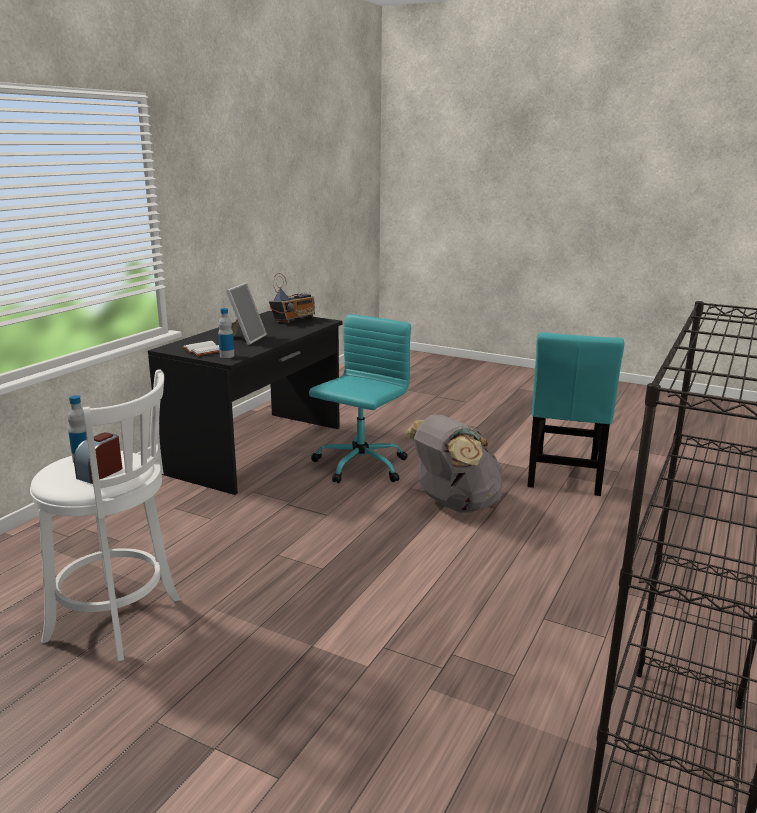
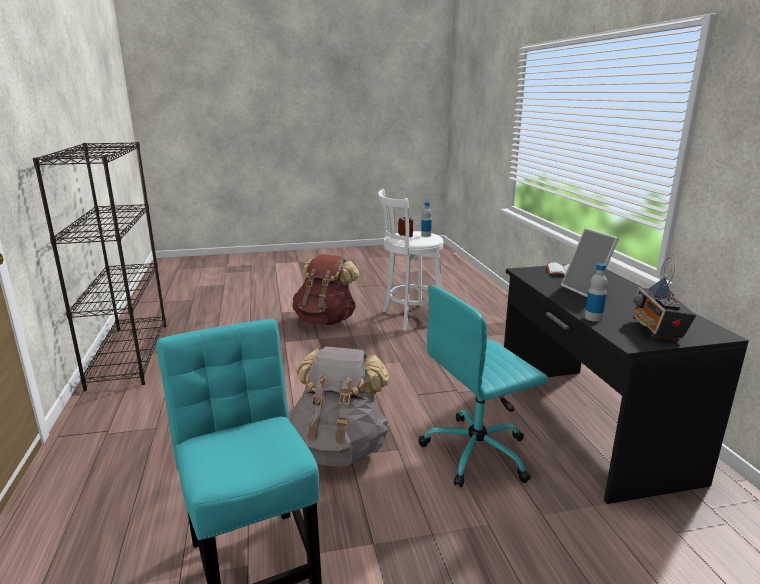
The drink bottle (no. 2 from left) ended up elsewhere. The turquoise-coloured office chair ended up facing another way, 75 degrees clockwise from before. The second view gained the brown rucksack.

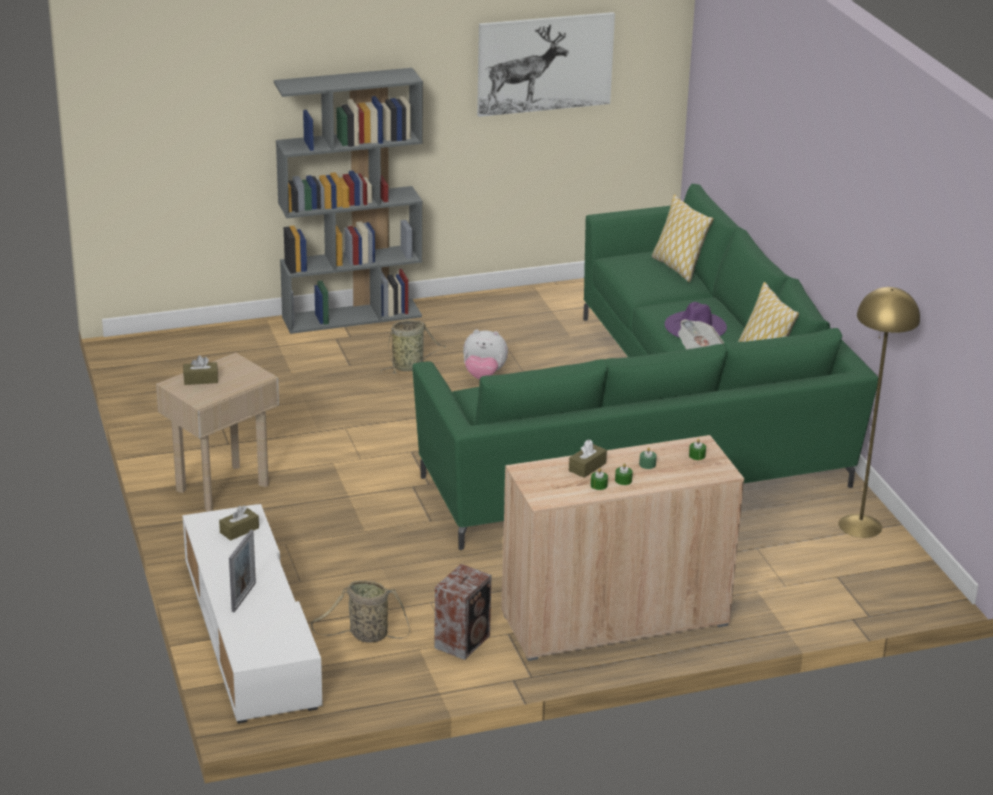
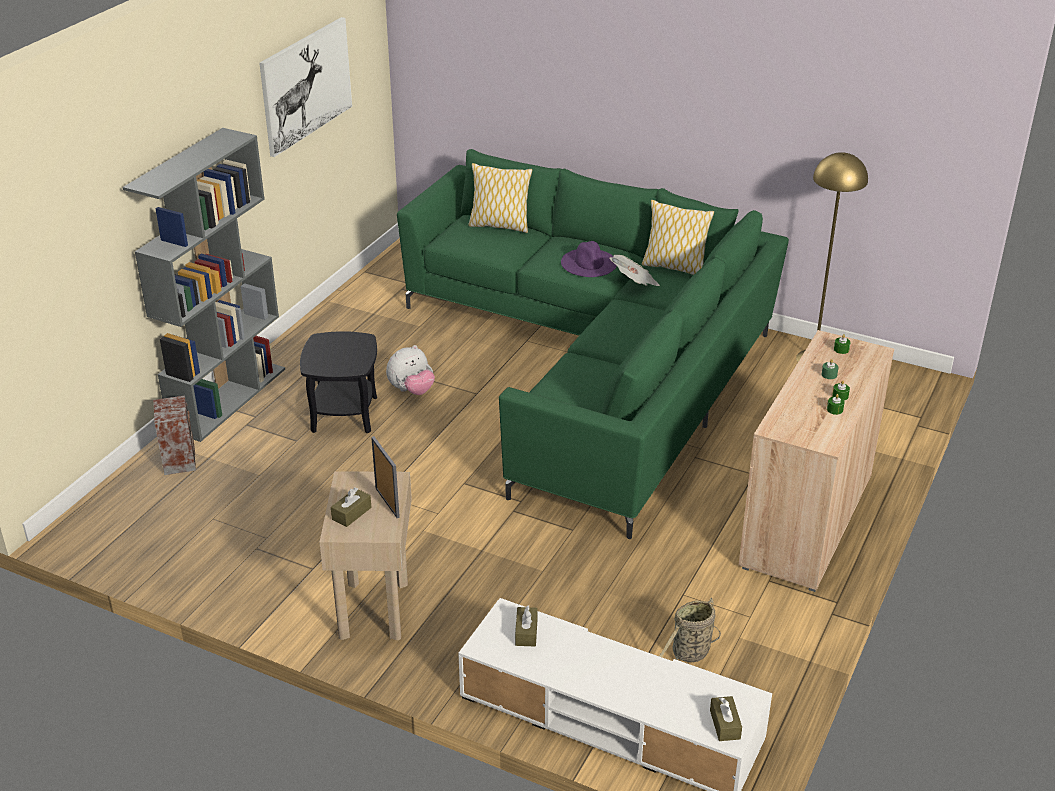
The photo frame ended up elsewhere. Where the storage basket (no. 2 from left) stood, the black-coloured side table came to stand. The audio speaker ended up elsewhere. The brown tissue box (no. 3 from left) ended up elsewhere.

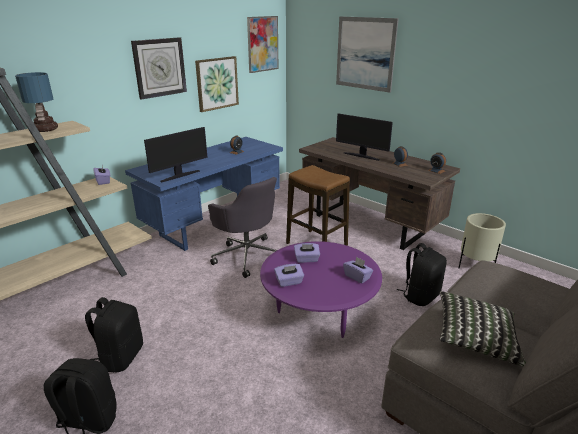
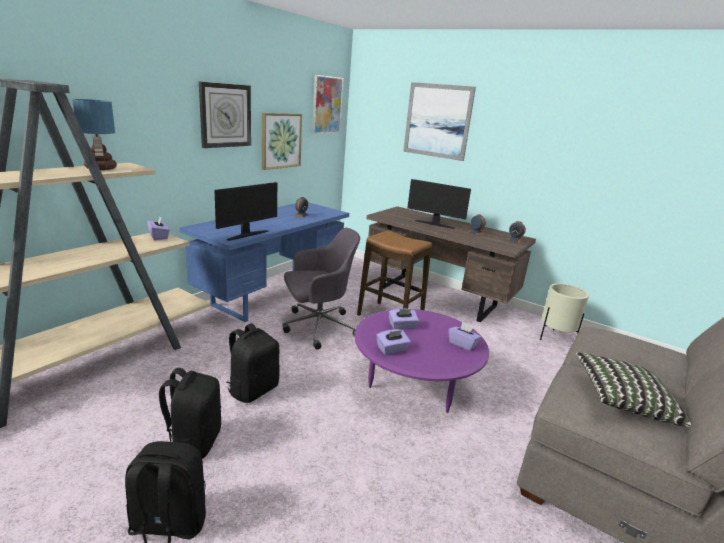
The greyish office chair ended up facing another way, 60 degrees counterclockwise from before. The black-coloured rucksack (no. 3 from left) ended up elsewhere.

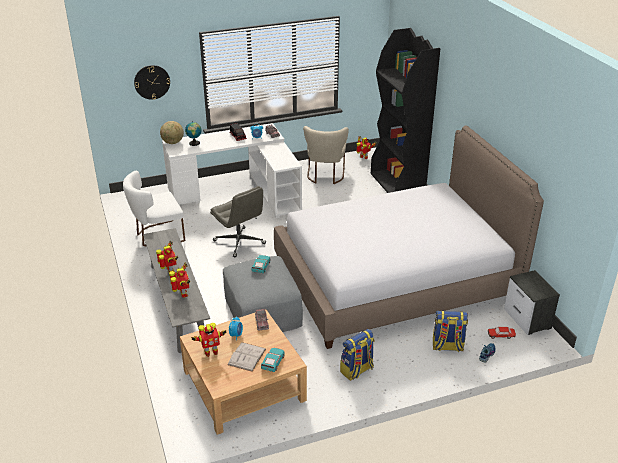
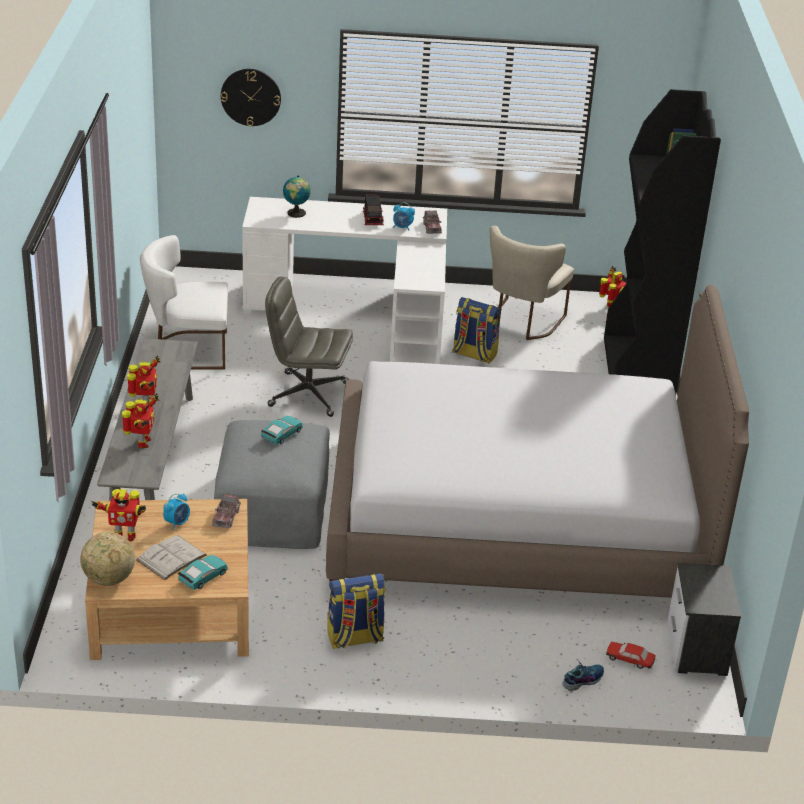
The globe (no. 1 from left) ended up elsewhere. The greyish office chair ended up facing another way, 120 degrees clockwise from before. The rucksack (no. 2 from left) ended up elsewhere.

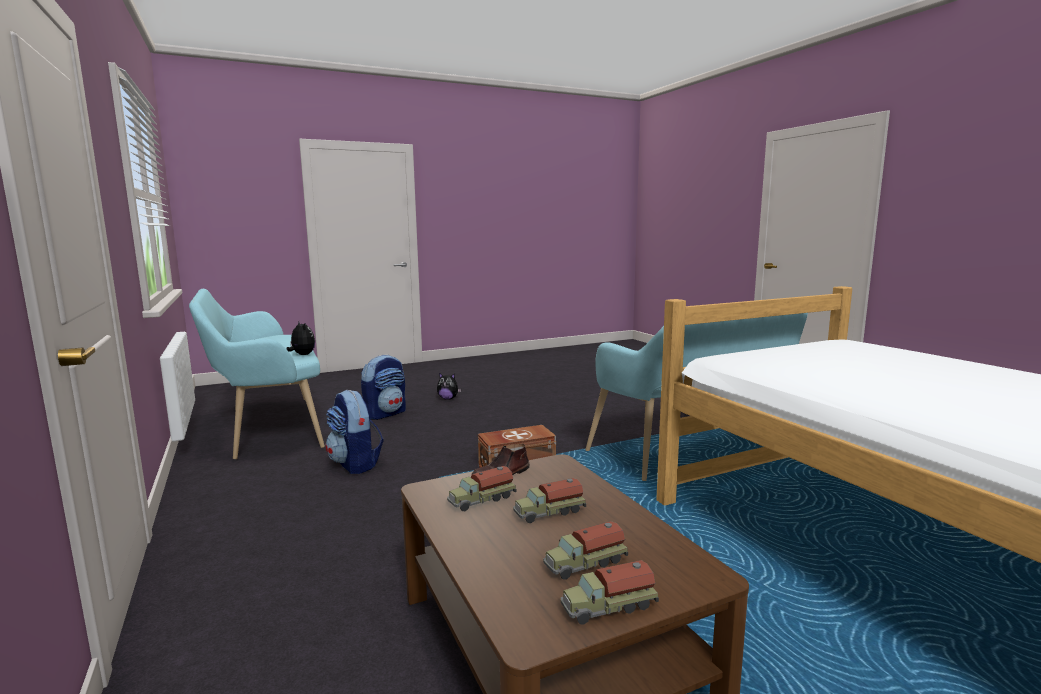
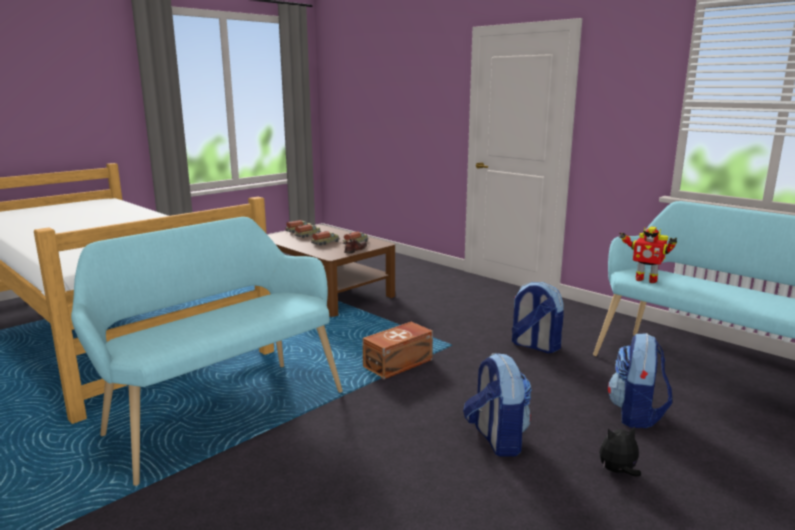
Where the soft toy (no. 1 from left) stood, the toy robot came to stand. The second view gained the rucksack (no. 1 from left).

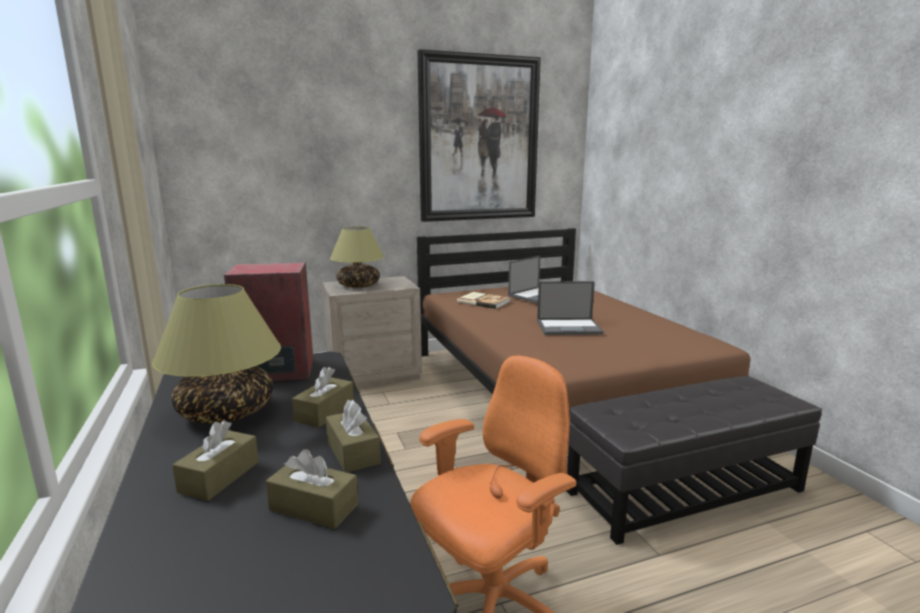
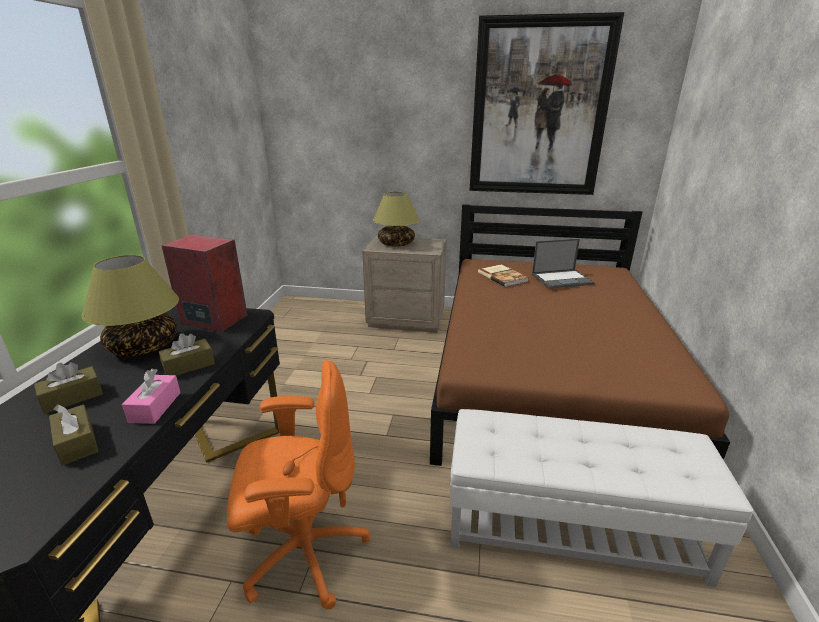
What was the brown tissue box (no. 4 from left) turned into the pinkish tissue box. The second view lost the laptop (no. 2 from left). What was the black-coloured footrest turned into the white-coloured footrest.

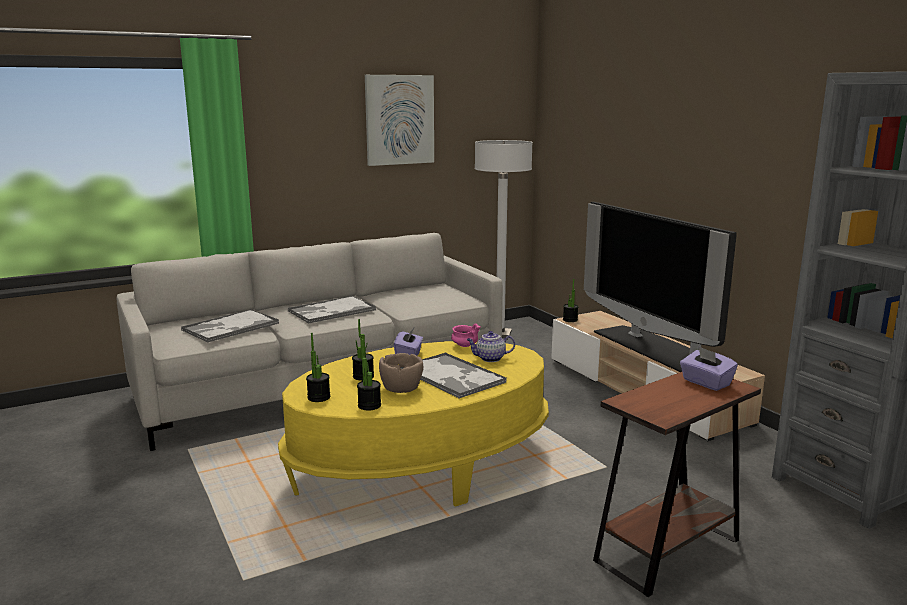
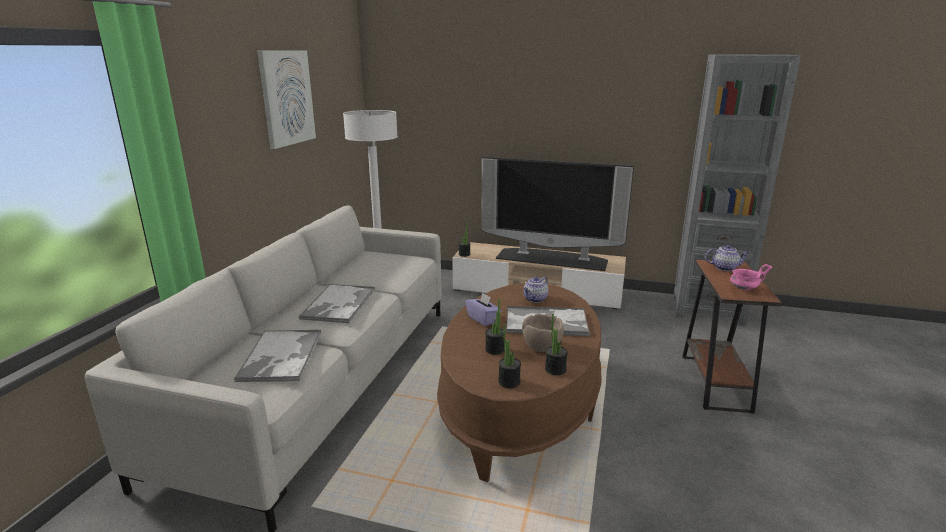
What was the yellow coffee table turned into the brown coffee table. The pinkish bowl ended up elsewhere. Where the purplish tissue box (no. 2 from left) stood, the teapot (no. 2 from left) came to stand.

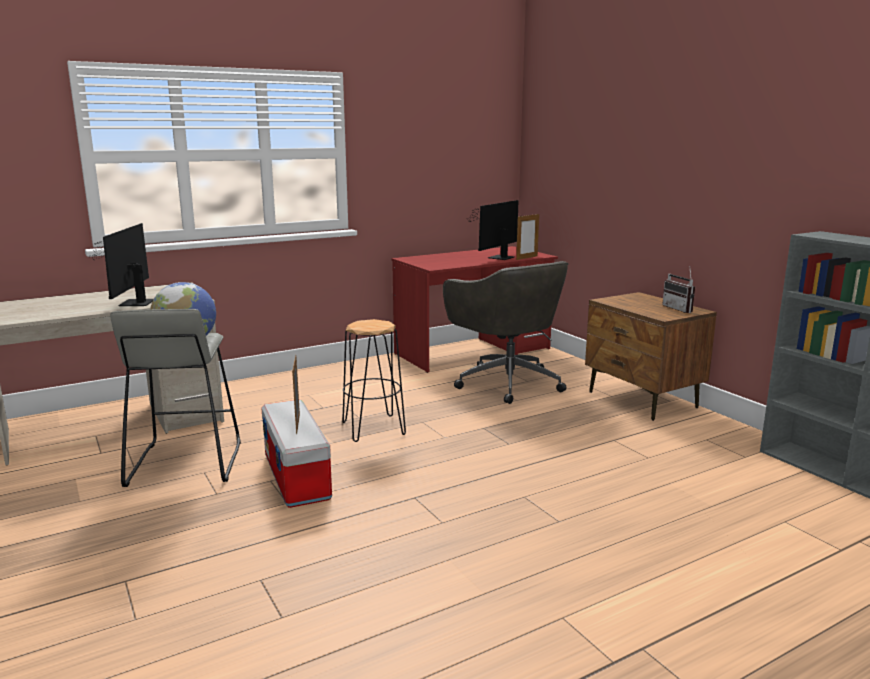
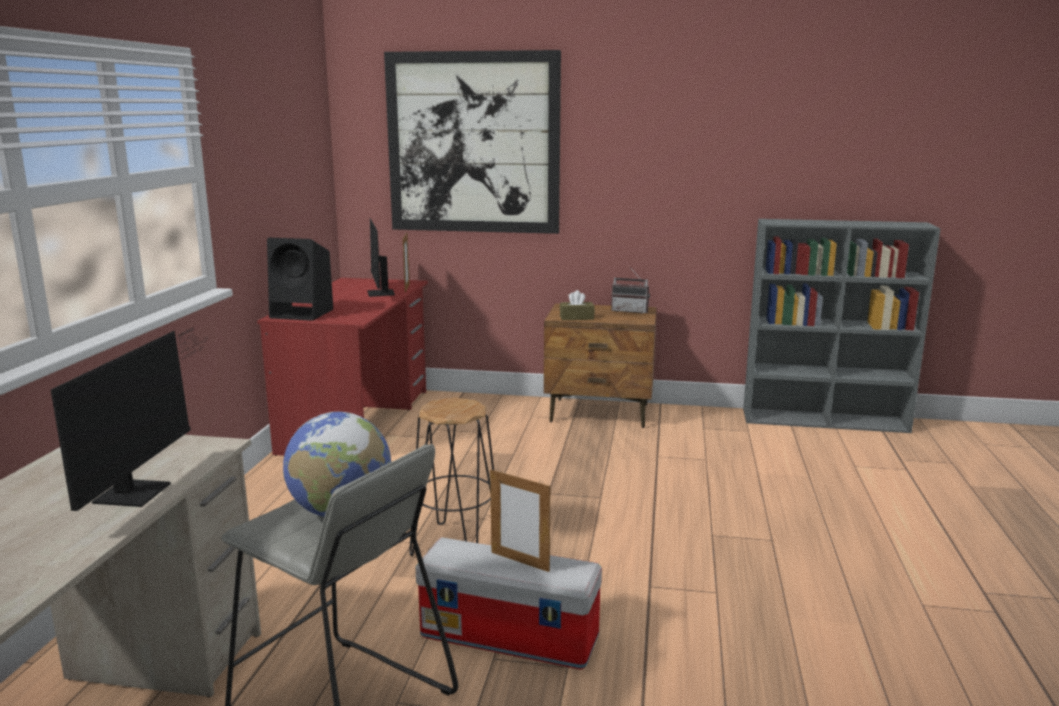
The computer screen (no. 1 from left) ended up facing another way, 120 degrees counterclockwise from before. The second view lost the greyish office chair. The second view gained the black-coloured audio speaker. The second view gained the picture. The second view gained the brown tissue box.

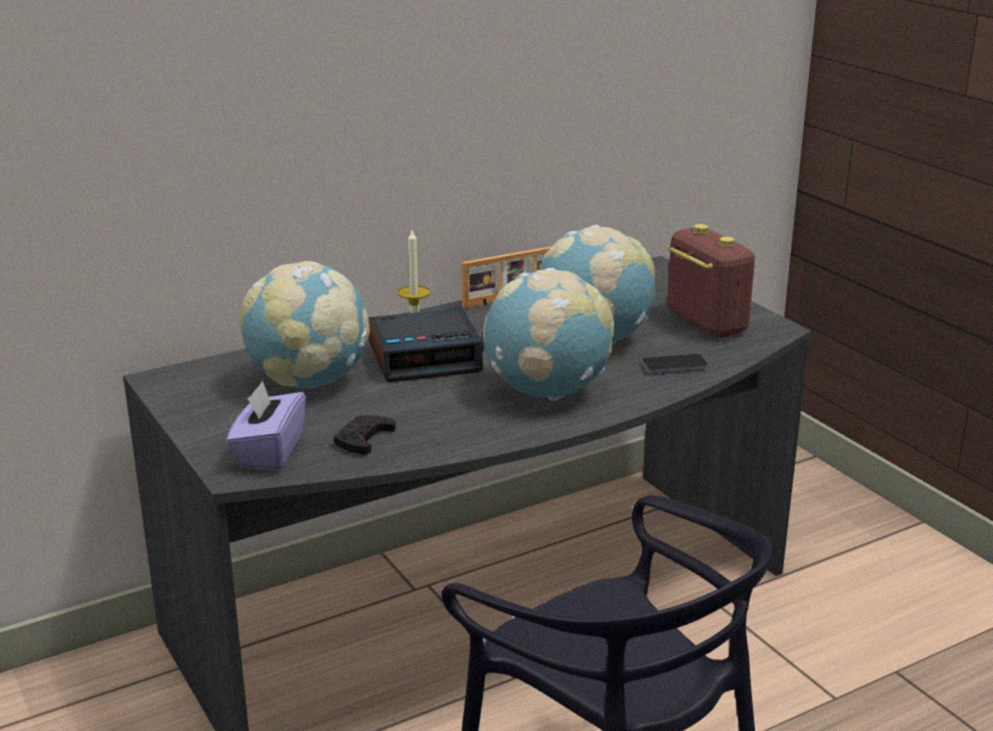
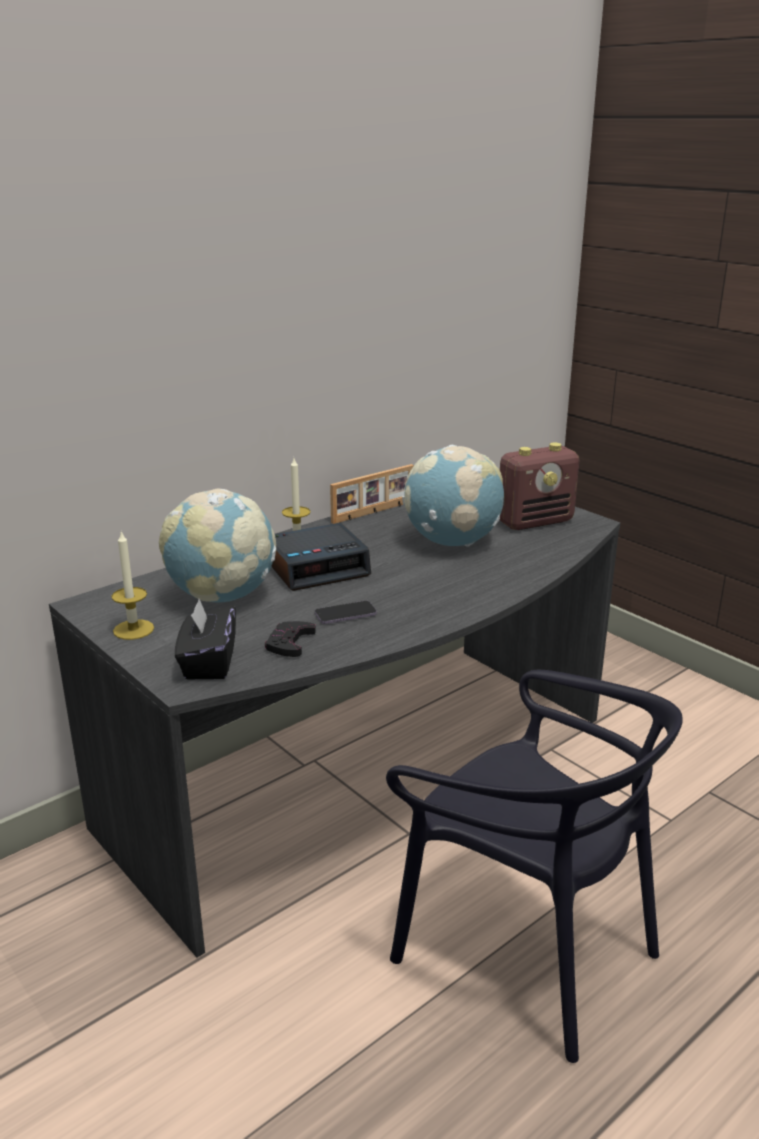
What was the purplish tissue box turned into the black-coloured tissue box. The second view lost the globe (no. 2 from left). The telephone ended up elsewhere. The radio ended up facing another way, 105 degrees clockwise from before. The second view gained the candle (no. 1 from left).

